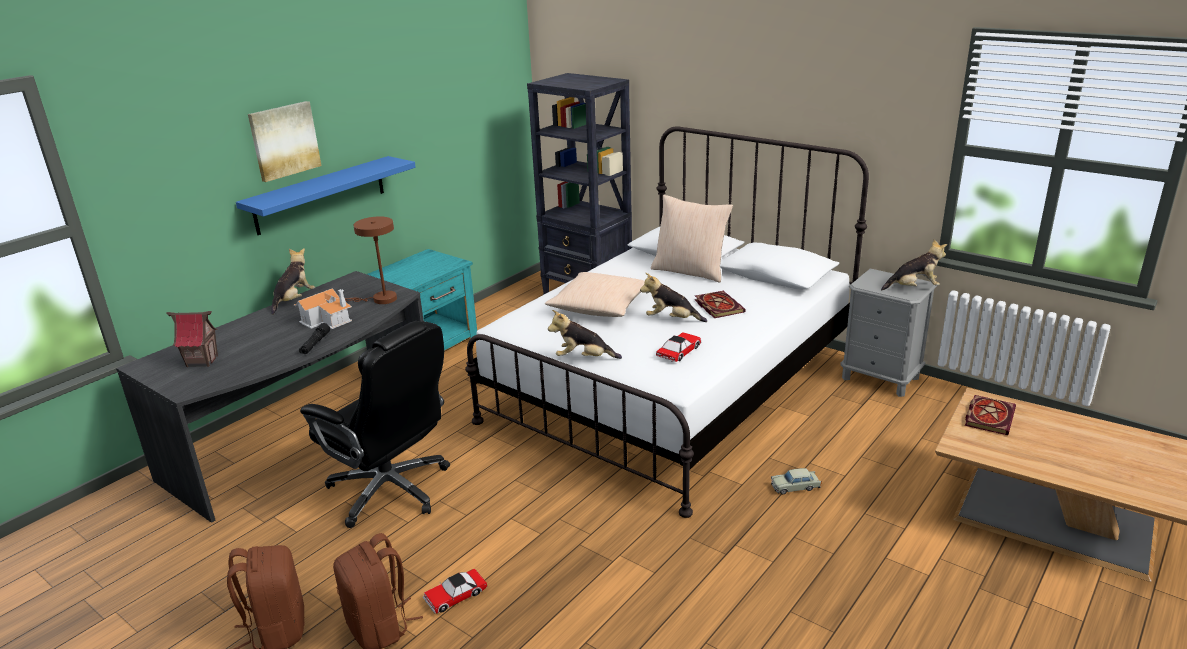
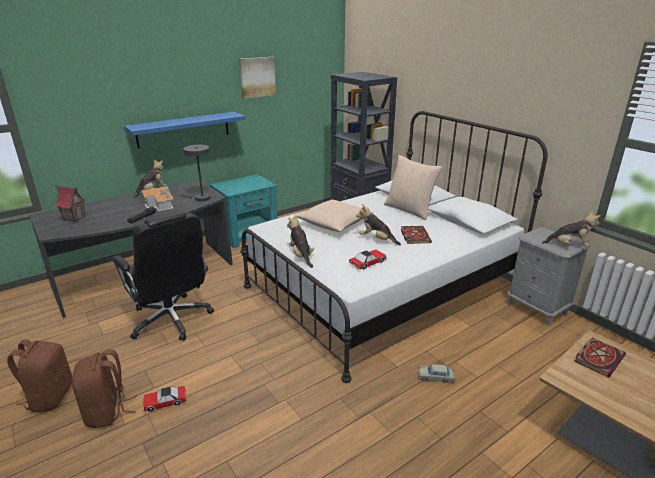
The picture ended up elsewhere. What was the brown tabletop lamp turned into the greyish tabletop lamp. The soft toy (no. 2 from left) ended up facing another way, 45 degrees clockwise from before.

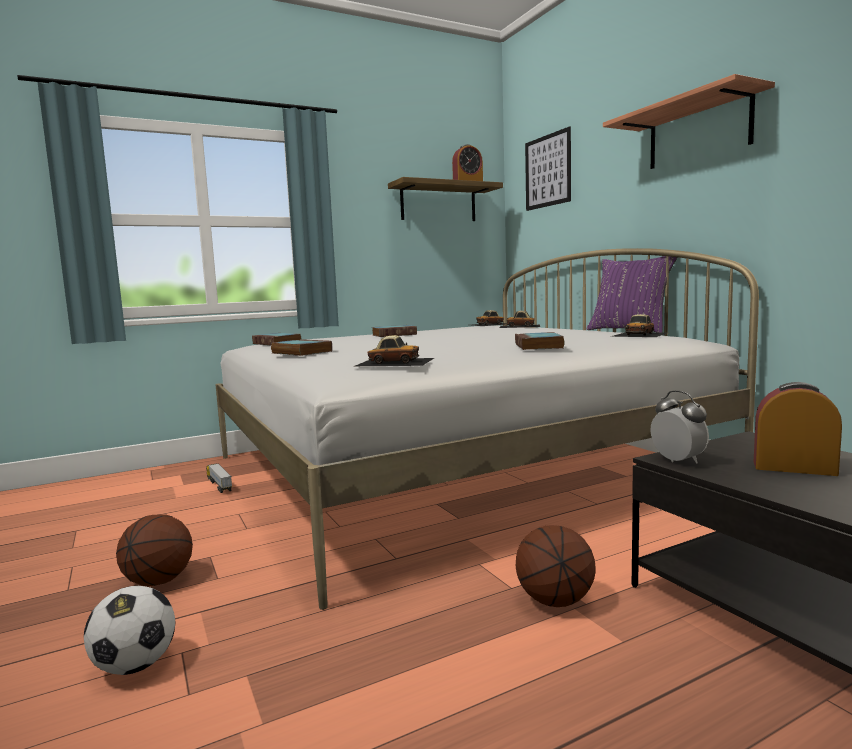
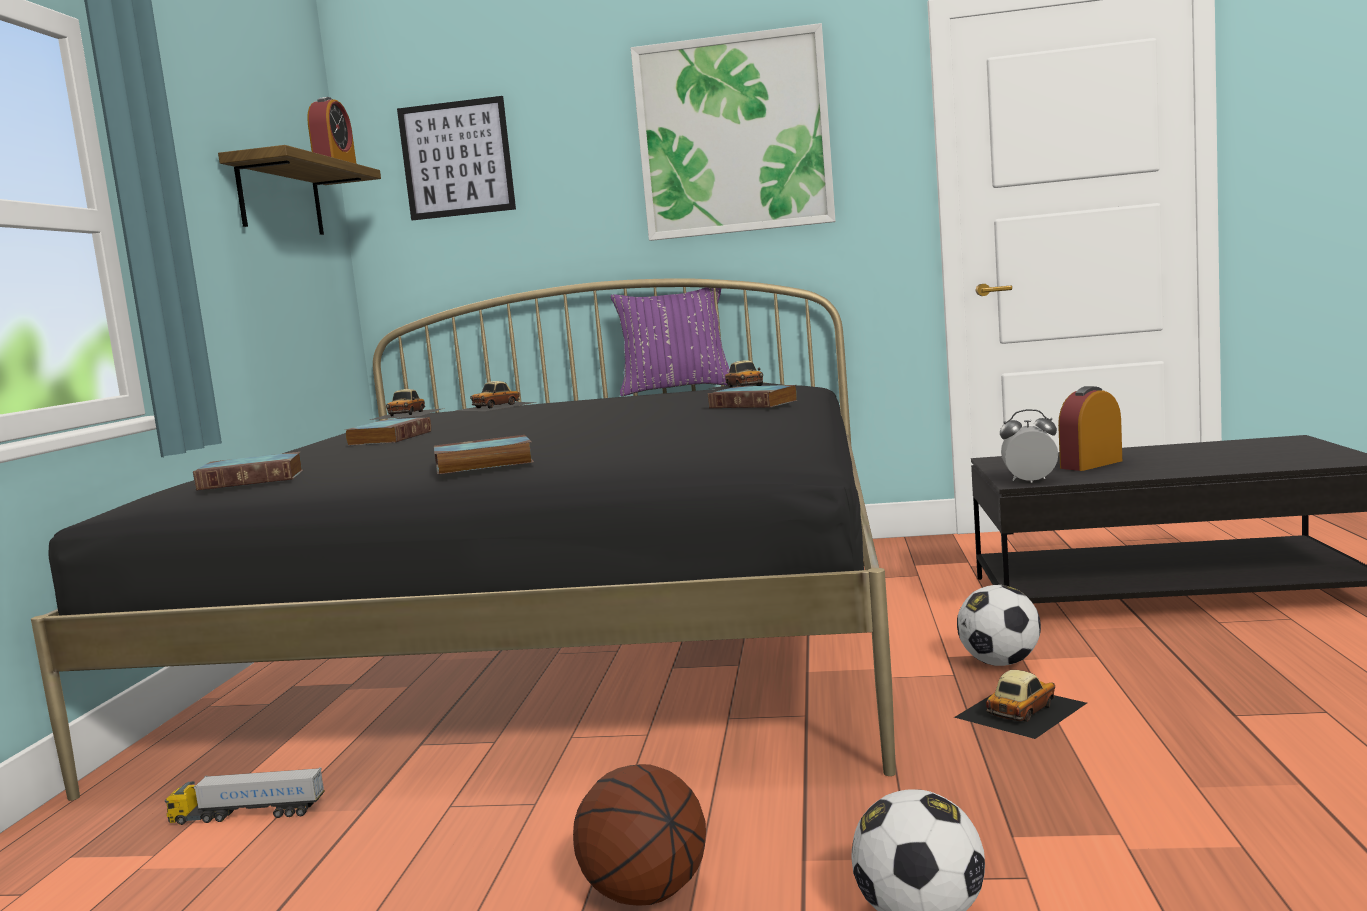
What was the white-coloured bedroom bed turned into the black-coloured bedroom bed. The toy car (no. 1 from left in the first image) ended up elsewhere. Where the basketball (no. 2 from left) stood, the ball for football (no. 2 from left) came to stand. Where the bracket shelf (no. 2 from left) hung, the picture (no. 2 from left) came to hang.

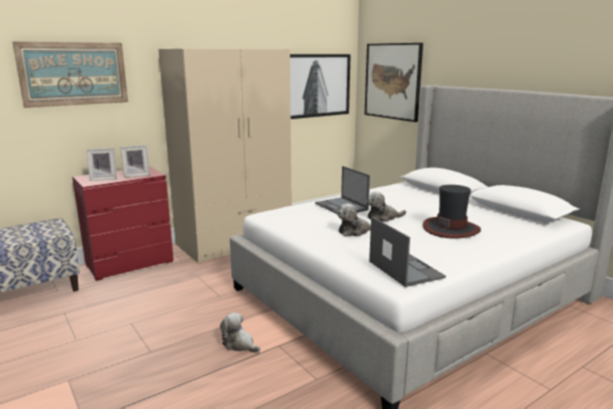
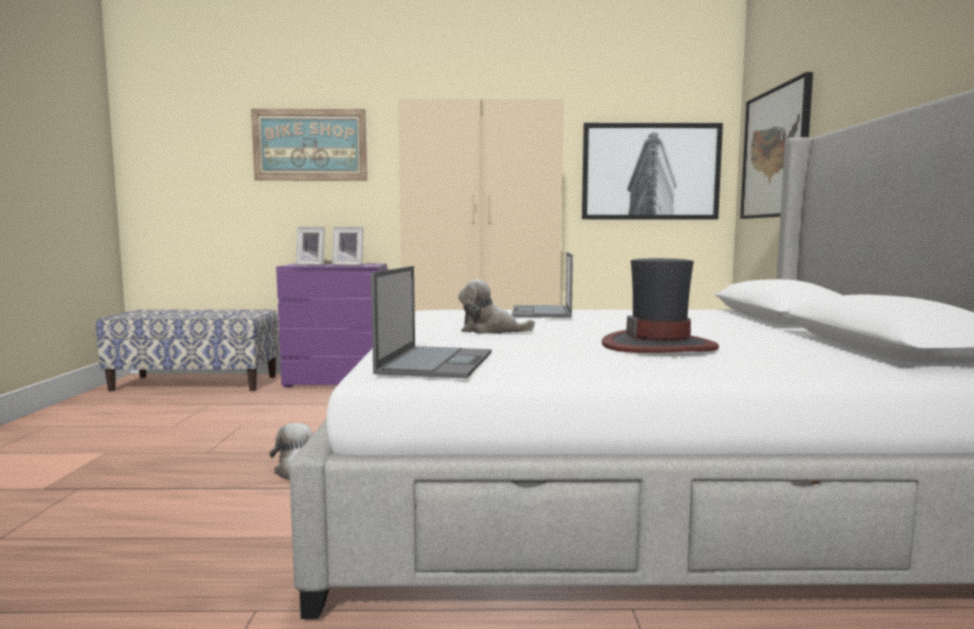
What was the red-coloured dresser turned into the purplish dresser. The second view lost the soft toy (no. 3 from left).

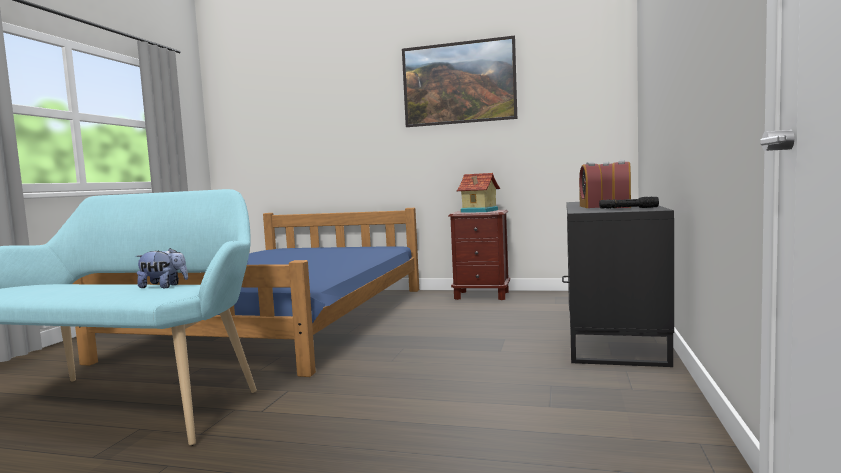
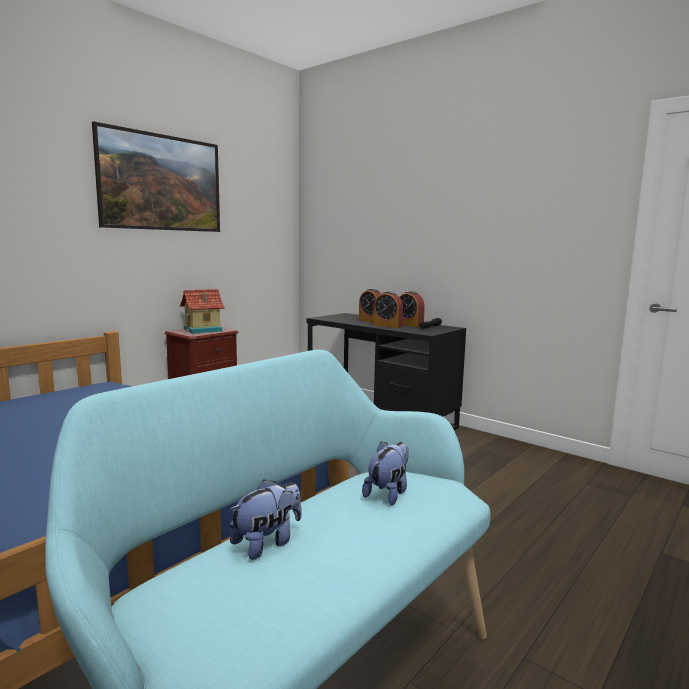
The second view gained the soft toy (no. 1 from left).

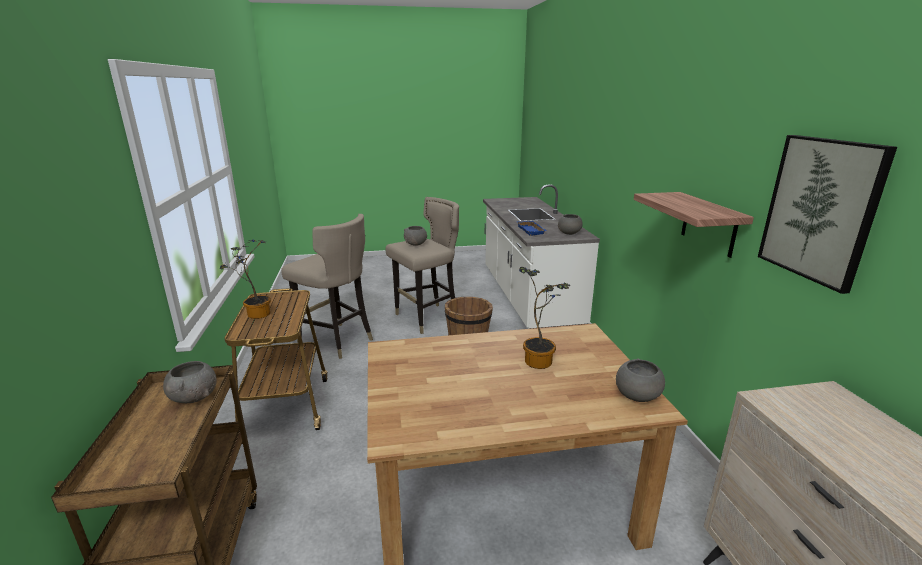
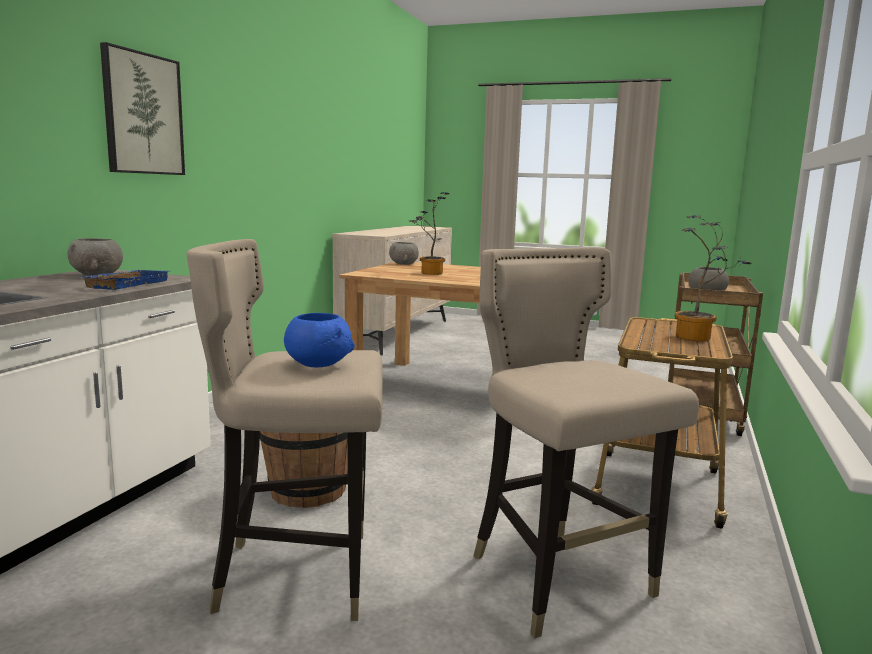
What was the greyish bowl (no. 2 from left) turned into the blue bowl. The second view lost the bracket shelf. The picture ended up elsewhere.

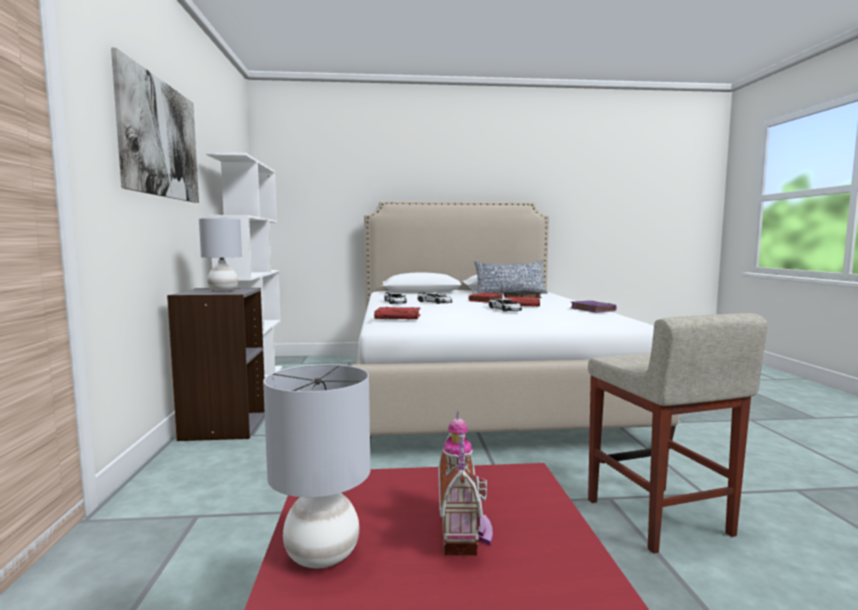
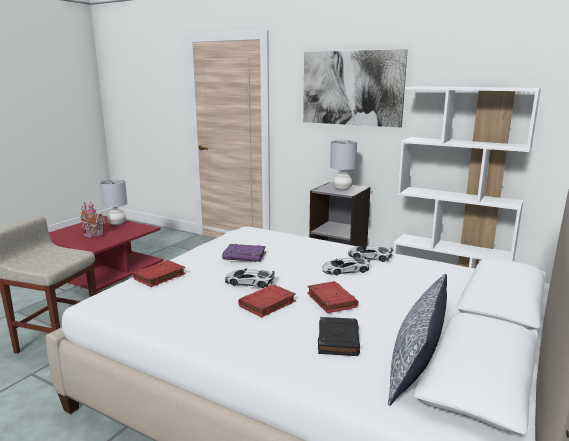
The red-coloured bound book (no. 1 from left) ended up elsewhere. The purplish bound book ended up elsewhere.

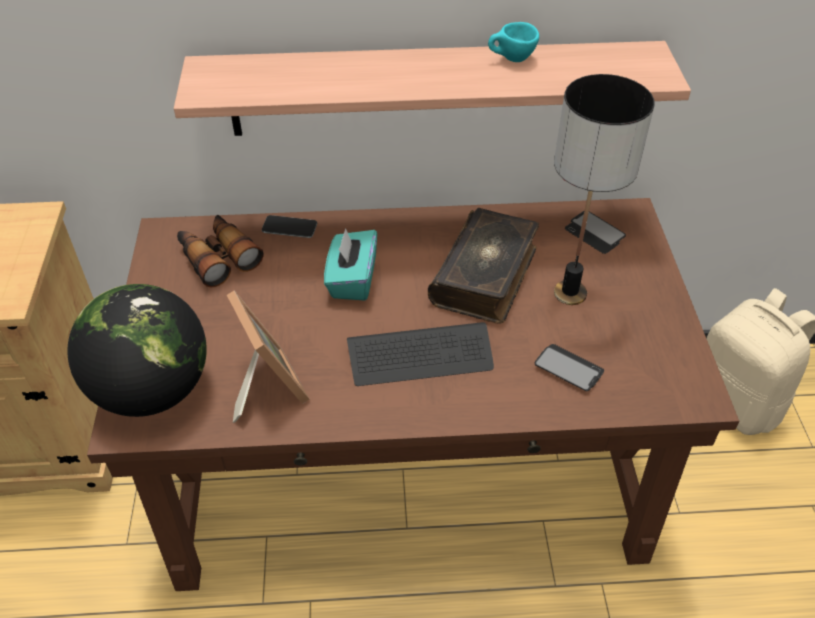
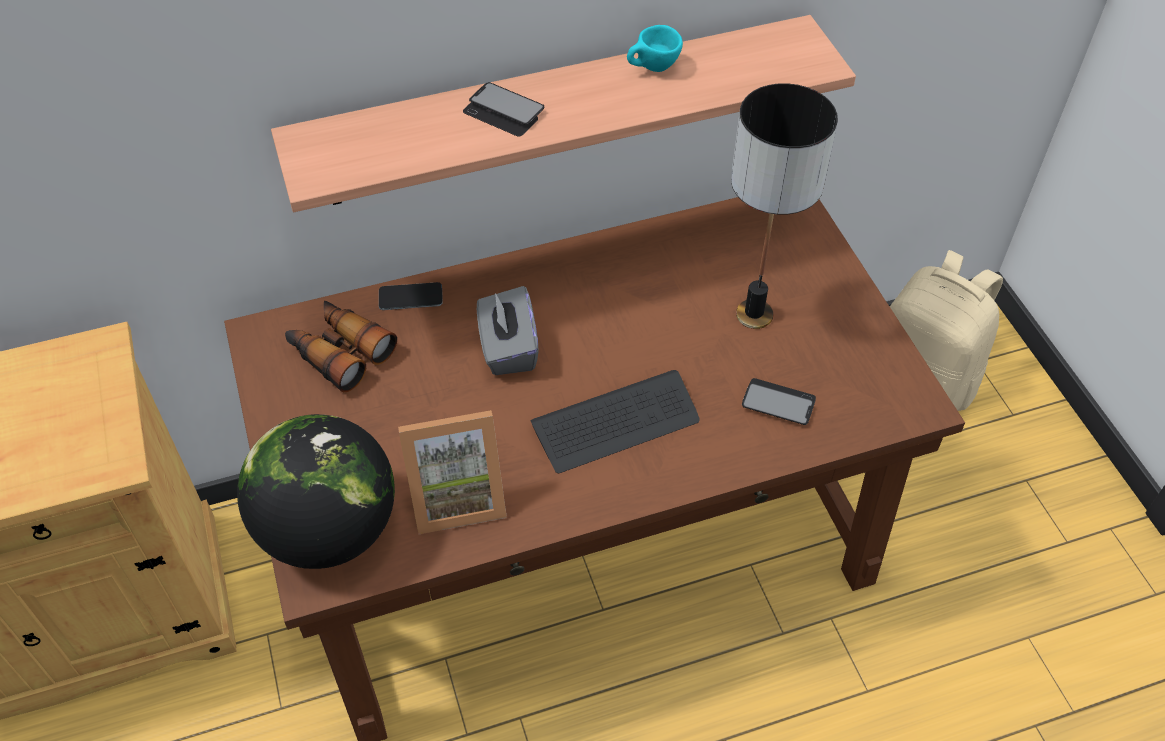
The photo frame ended up facing another way, 120 degrees clockwise from before. What was the turquoise-coloured tissue box turned into the greyish tissue box. The second view lost the bound book. The telephone (no. 3 from left in the first image) ended up elsewhere.

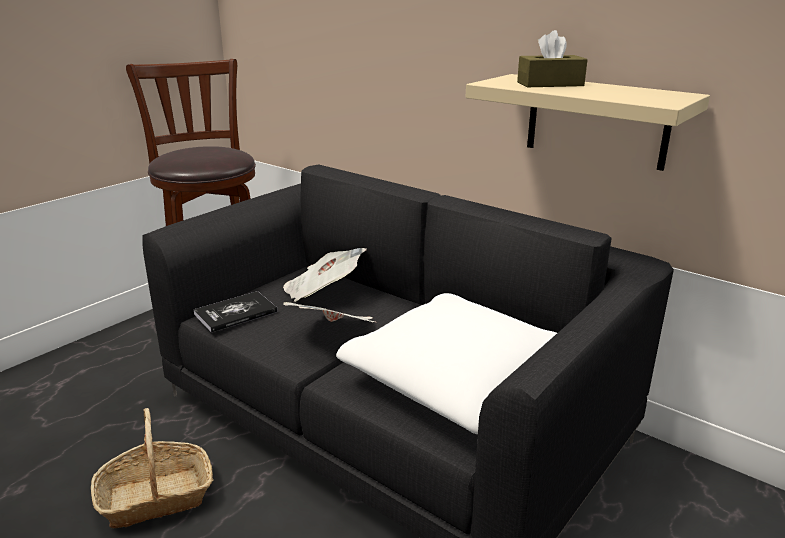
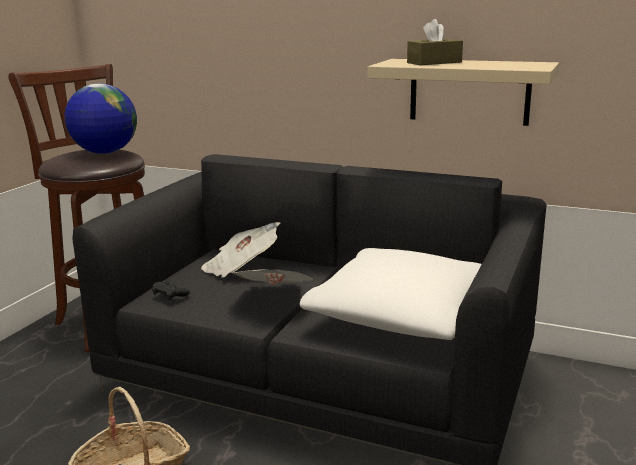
Where the bound book stood, the black-coloured game controller came to stand. The second view gained the globe.

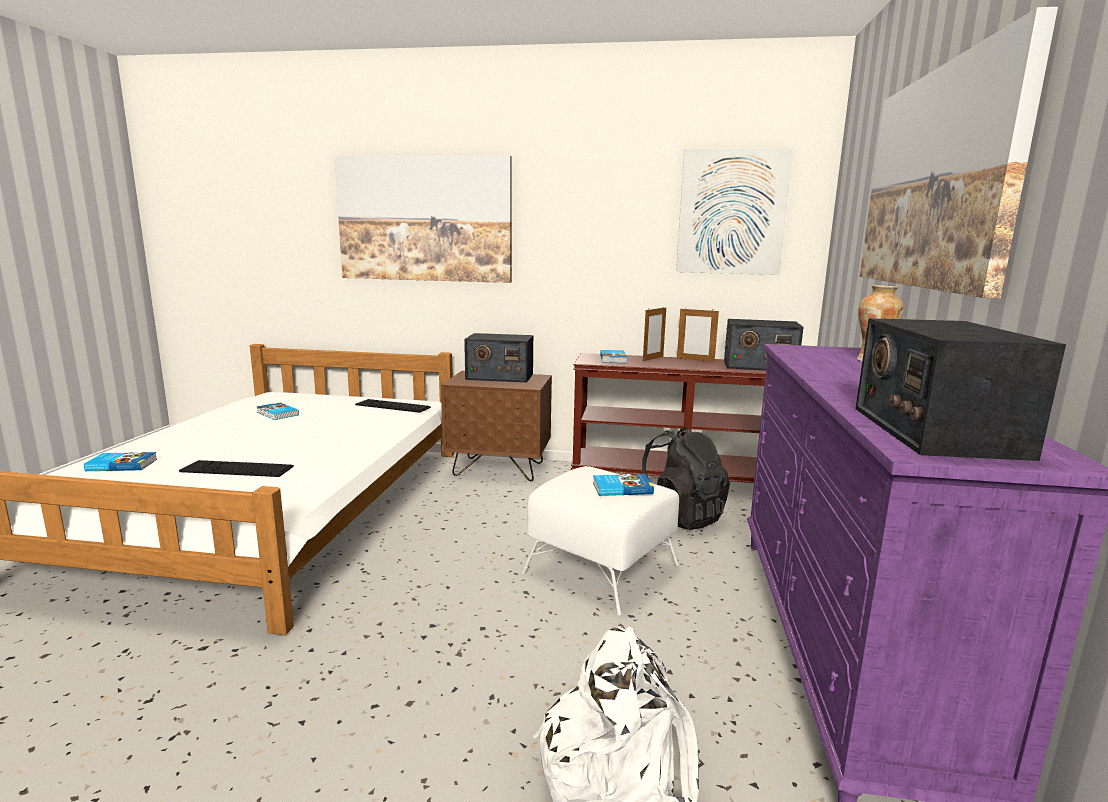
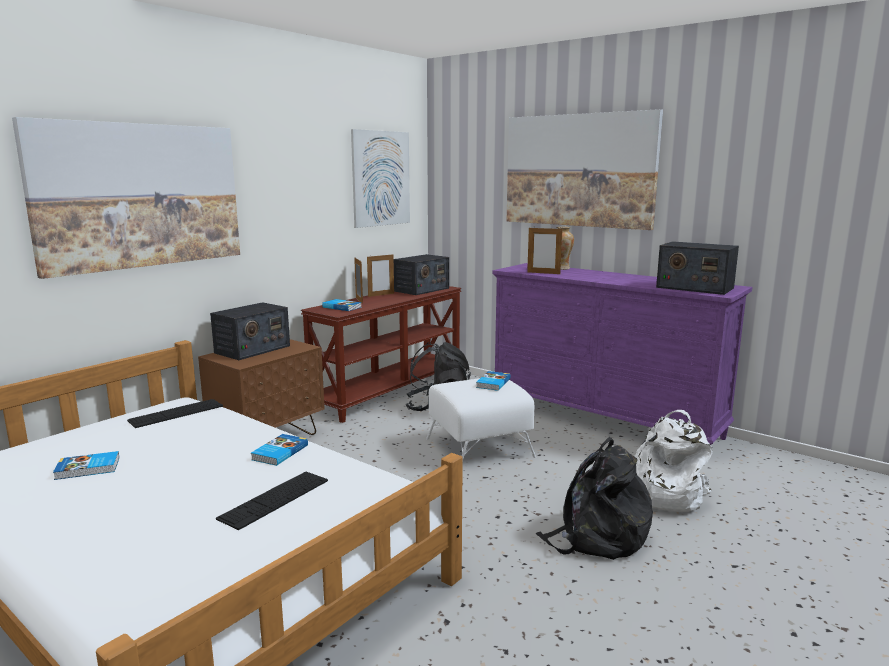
The bound book (no. 1 from left in the first image) ended up elsewhere. The second view gained the photo frame (no. 3 from left). The second view gained the black-coloured rucksack (no. 2 from left).

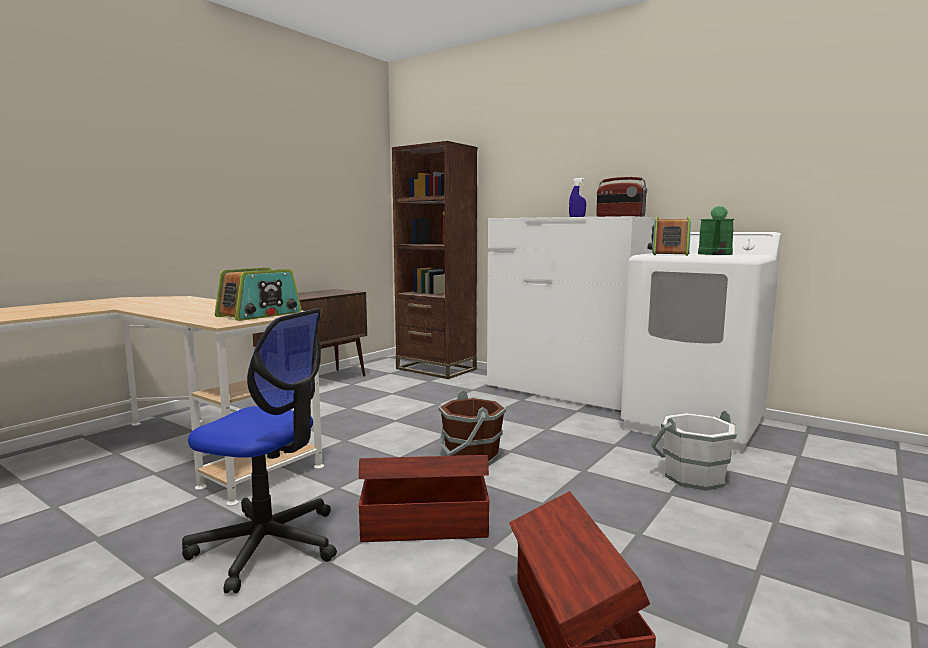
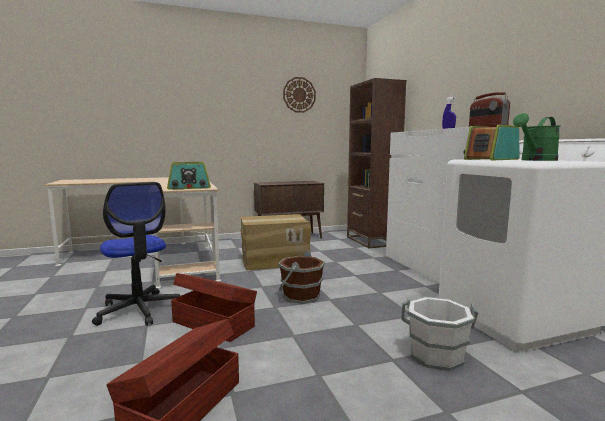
The second view gained the packing box. The second view gained the wall clock.

